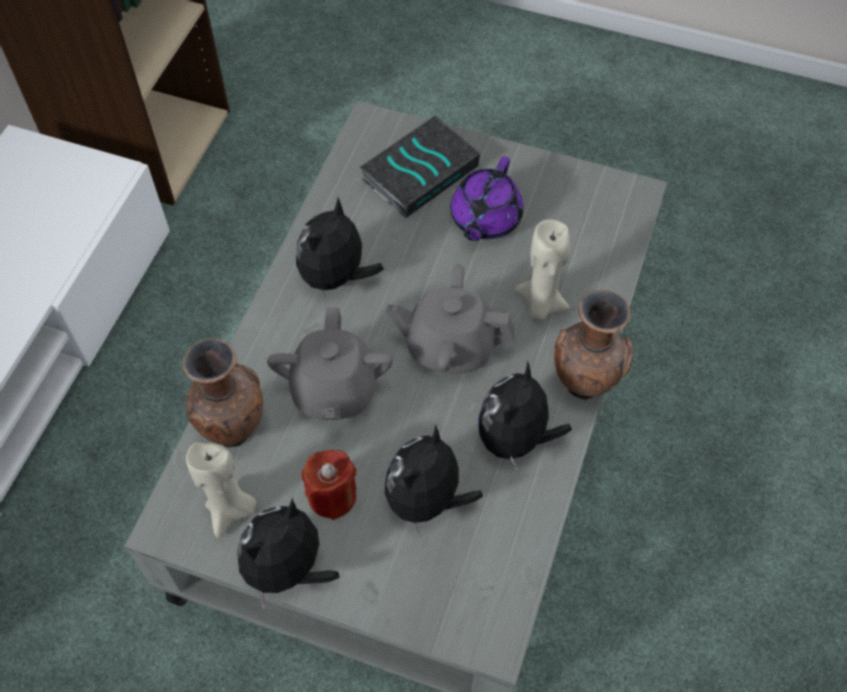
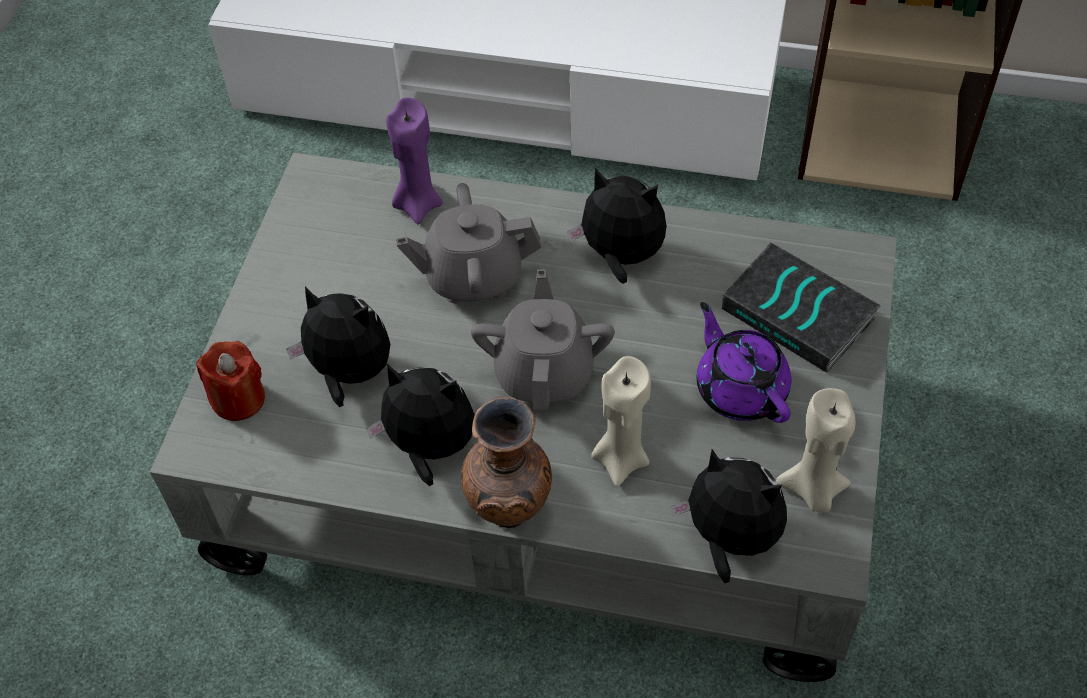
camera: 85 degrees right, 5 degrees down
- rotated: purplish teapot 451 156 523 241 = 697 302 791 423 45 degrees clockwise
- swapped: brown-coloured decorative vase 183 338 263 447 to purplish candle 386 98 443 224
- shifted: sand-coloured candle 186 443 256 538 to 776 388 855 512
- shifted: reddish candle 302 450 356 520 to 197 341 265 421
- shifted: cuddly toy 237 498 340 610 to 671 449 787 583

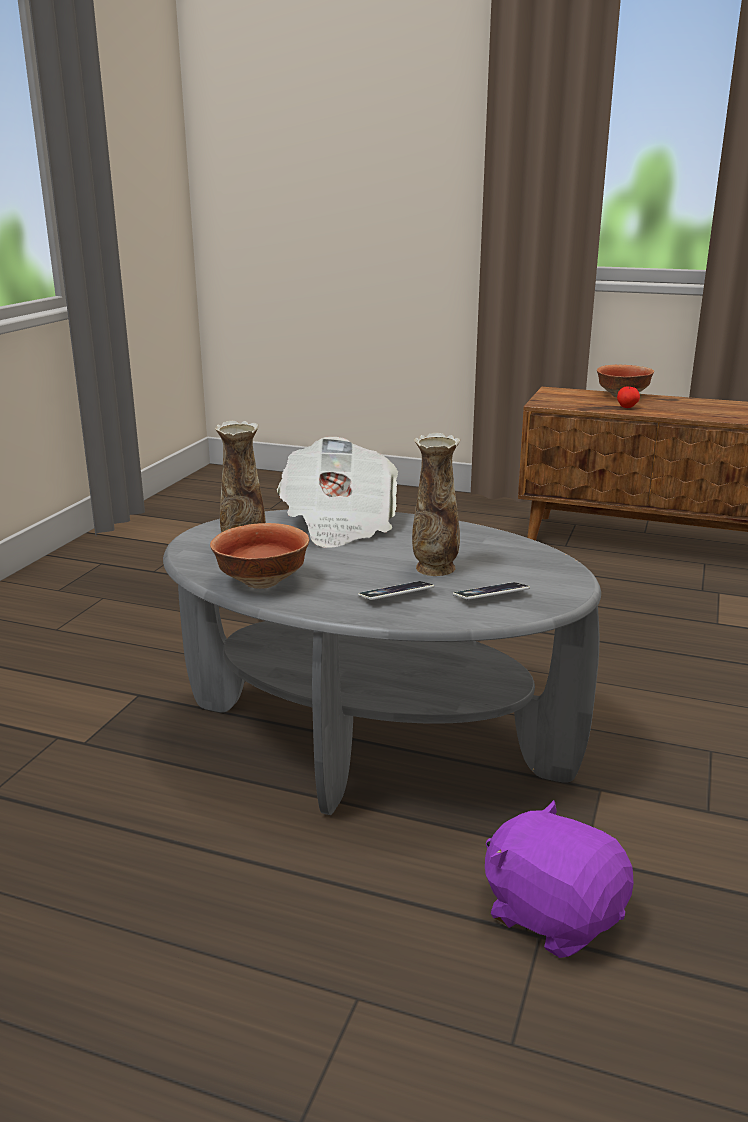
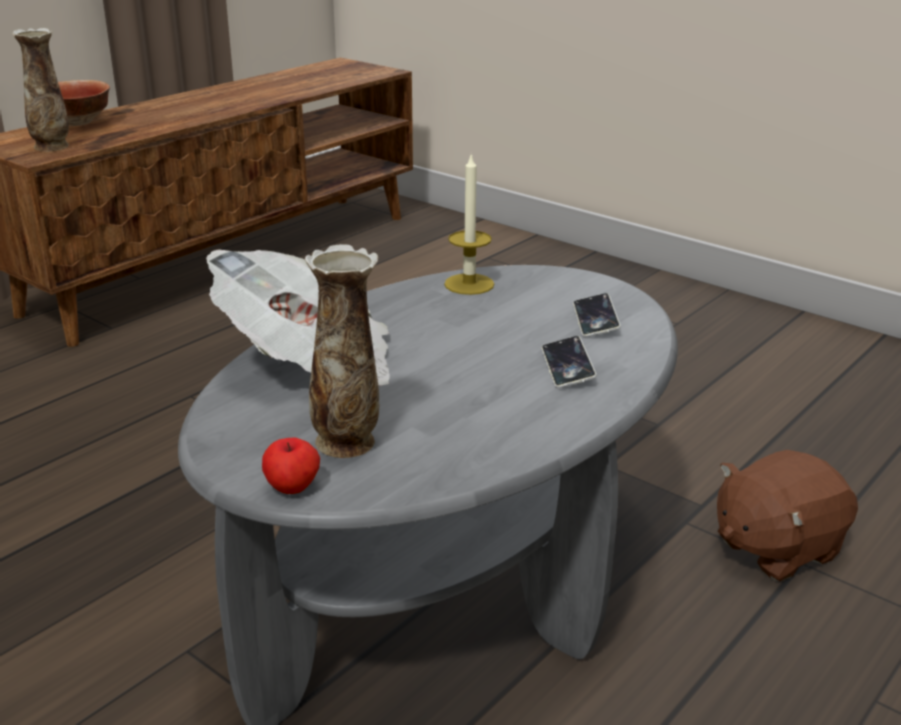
camera: 70 degrees left, 5 degrees up
- shifted: whole apple 617 386 640 408 to 262 437 320 494
- shifted: decorative vase 412 433 460 576 to 12 28 69 151
- gone: serving bowl 210 523 309 589
- repainted: purplish cuddly toy 485 800 633 958 to brown-coloured cuddly toy 717 450 858 582
- new: candle 444 154 494 295

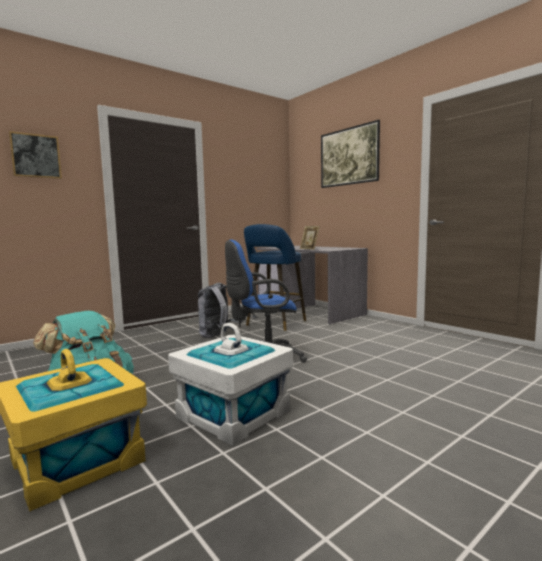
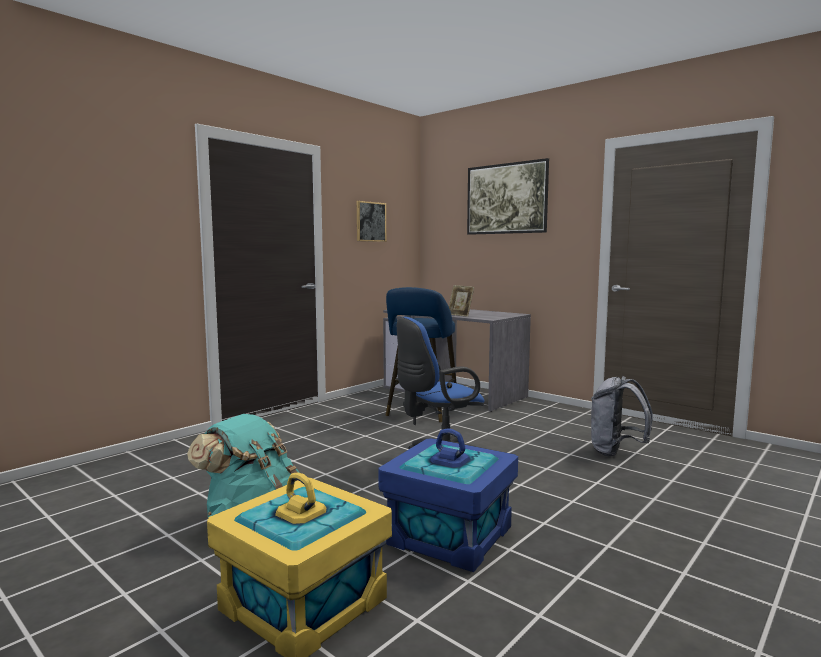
camera: 10 degrees left, 0 degrees up
- shifted: picture 9 131 62 179 to 357 201 386 242
- shifted: grey rucksack 198 283 244 338 to 591 376 653 457
- repainted: whitish storage box 168 323 293 446 to blue storage box 378 428 518 572

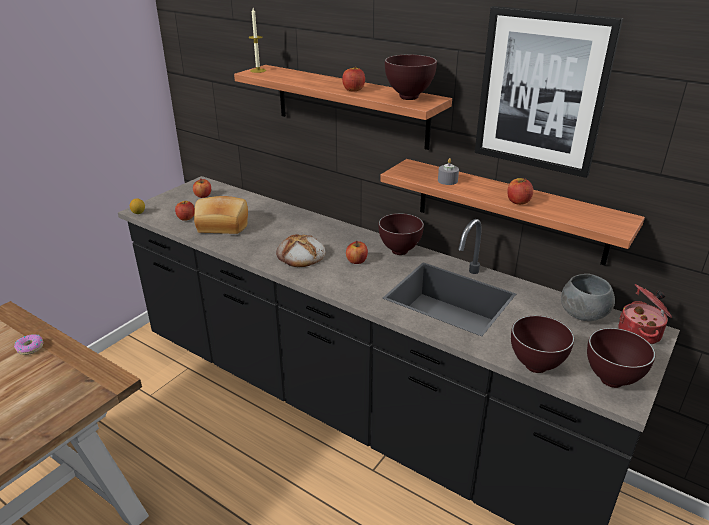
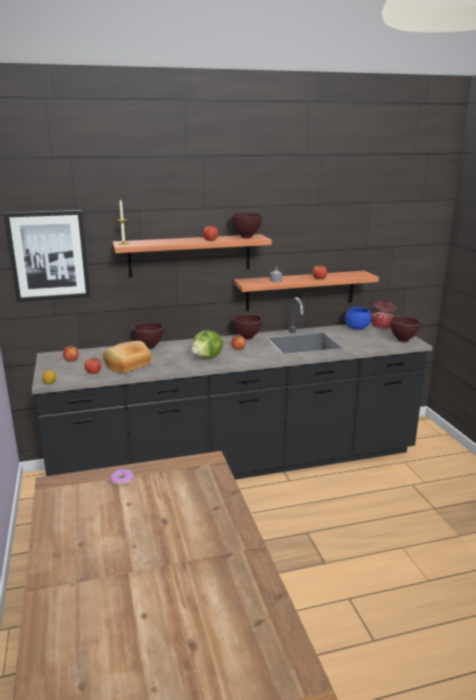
camera: 50 degrees left, 10 degrees down
- shifted: picture 475 6 623 178 to 4 210 90 302
- swapped: bakery bread 276 234 325 267 to head of lettuce 191 330 223 359
- repainted: grey serving bowl 561 274 615 321 to blue serving bowl 345 307 371 330
- shifted: brown-coloured serving bowl 511 315 574 373 to 133 322 164 349

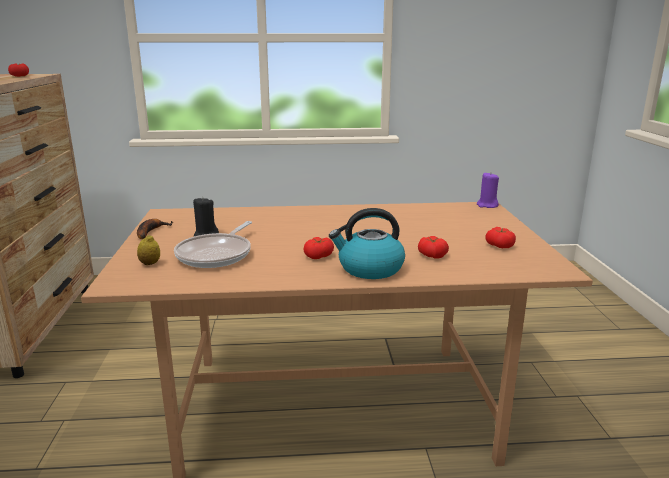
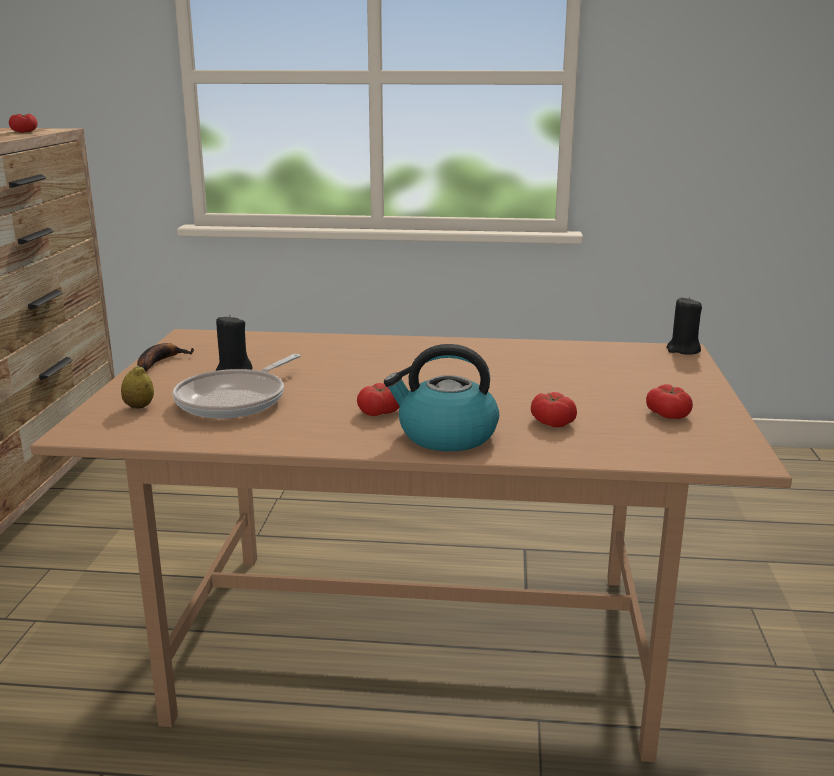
camera: 10 degrees right, 0 degrees up
- repainted: purplish candle 477 173 499 208 to black-coloured candle 666 297 702 355

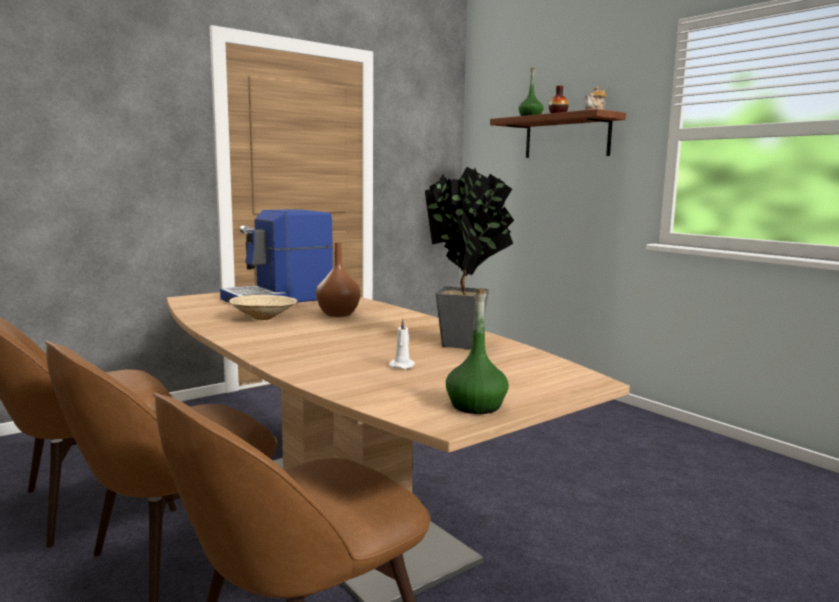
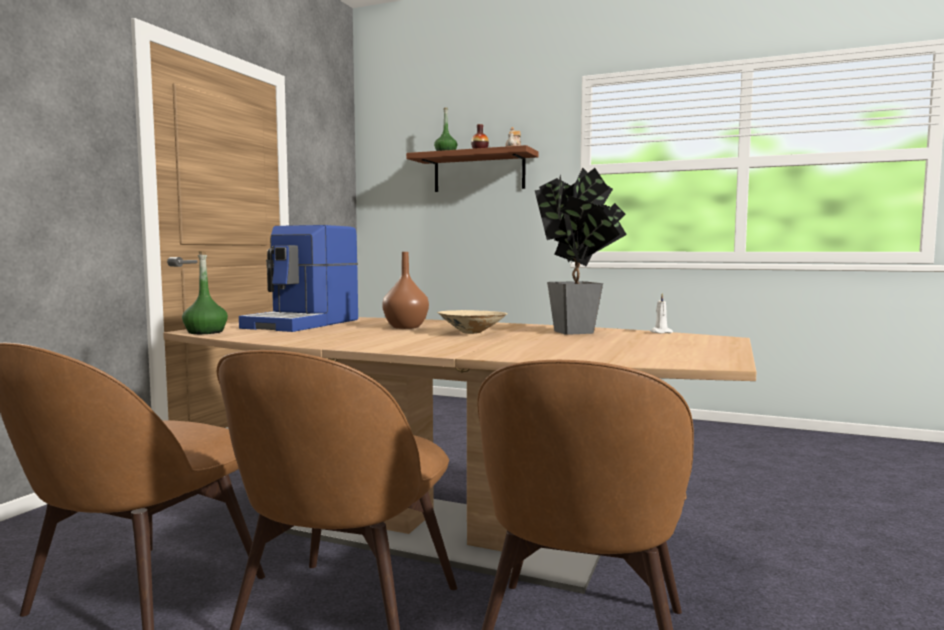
camera: 30 degrees left, 5 degrees down
- shifted: green bottle 446 288 509 414 to 182 251 228 334
- shifted: sand-coloured serving bowl 229 295 298 320 to 437 310 508 334
- shifted: whitish candle 389 319 415 369 to 650 293 673 334

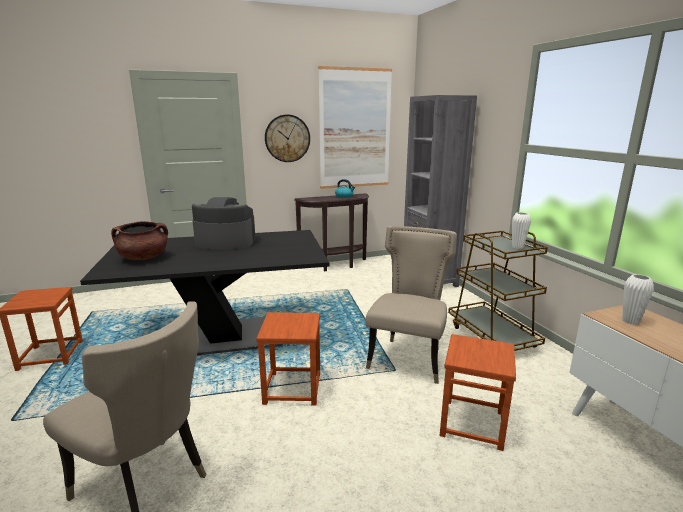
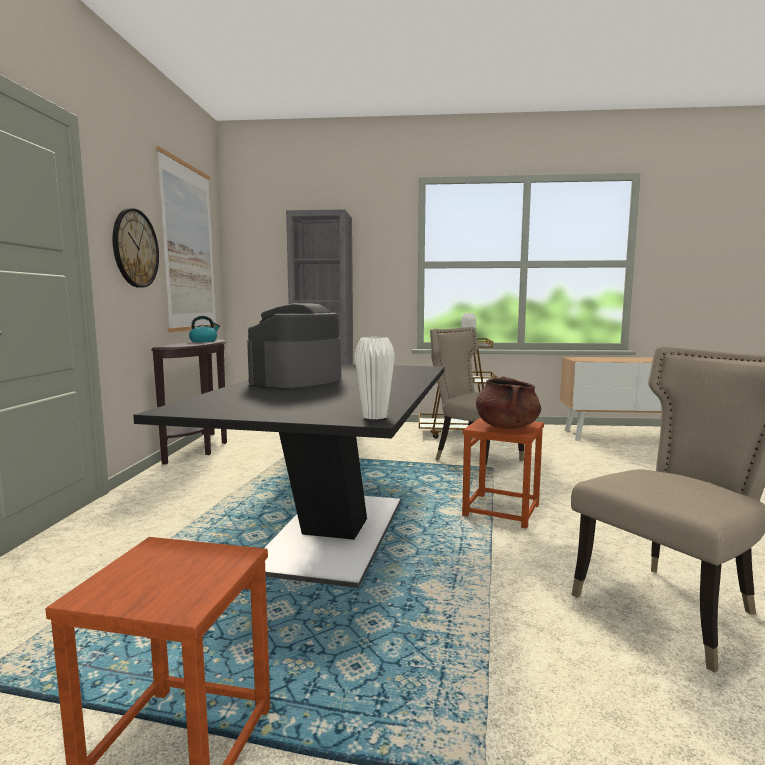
camera: 65 degrees left, 10 degrees down
- shifted: brown-coloured saucepot 111 221 168 260 to 476 376 541 429
- shifted: whitish decorative vase 622 274 654 325 to 355 337 395 419
- gone: brown-coloured stool seat 440 334 516 451

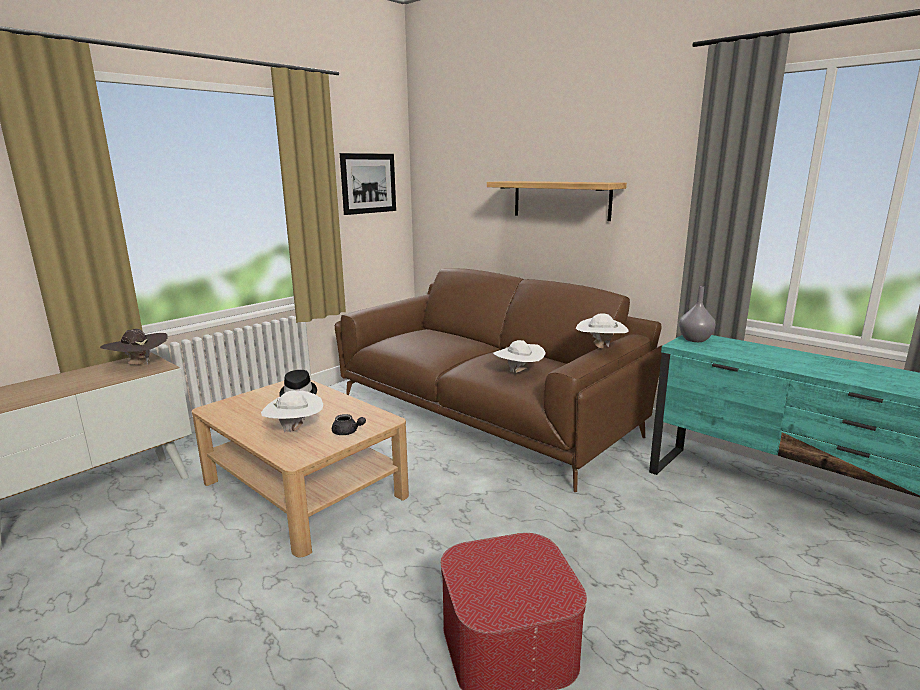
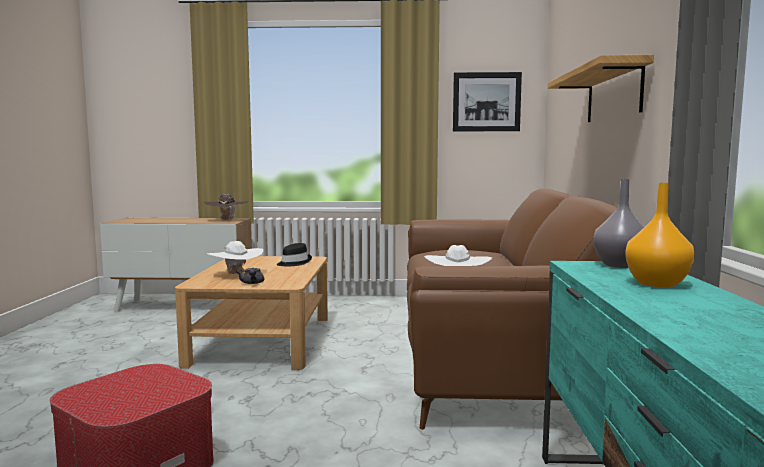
camera: 50 degrees right, 10 degrees down
- gone: whitish clothing hat 576 314 629 348
- new: orange decorative vase 625 183 695 287

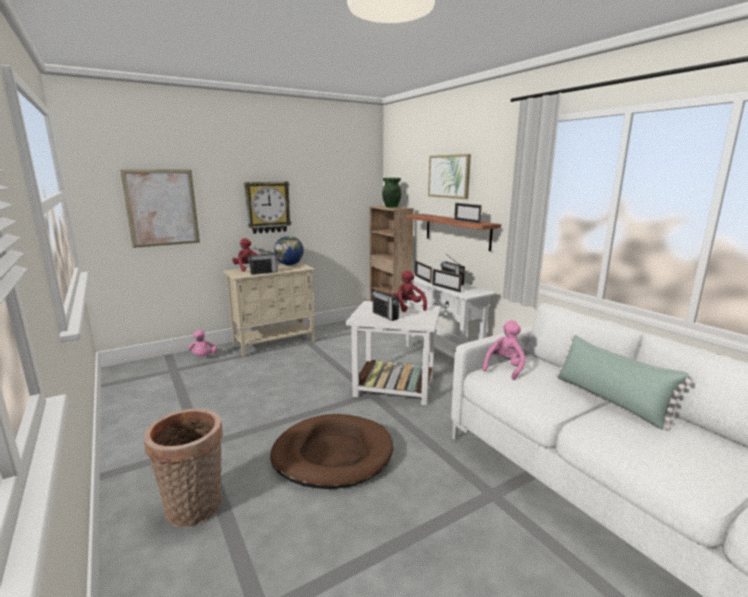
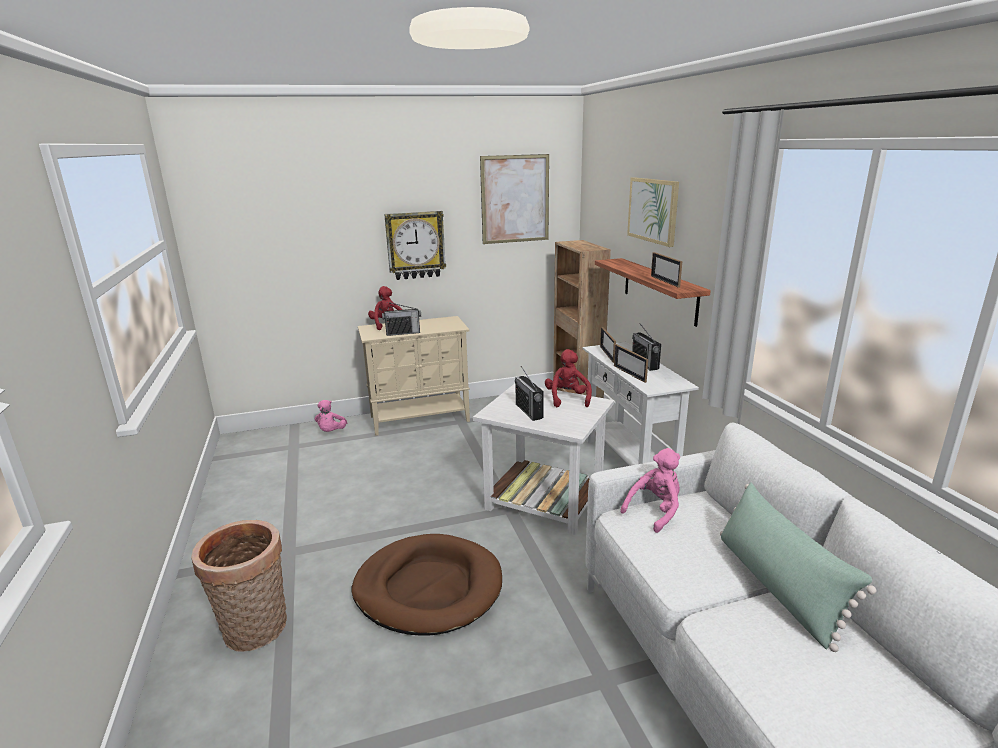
camera: 15 degrees right, 5 degrees up
- shifted: picture 120 170 200 248 to 480 154 549 244
- gone: green decorative vase 382 178 402 207
- gone: globe 274 236 304 265

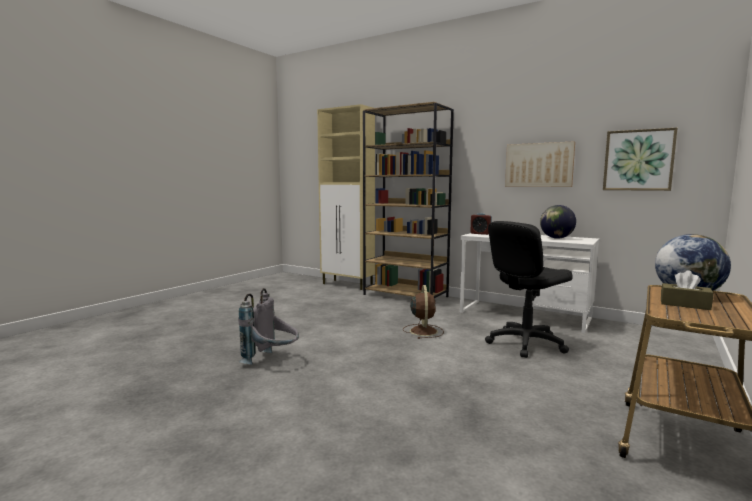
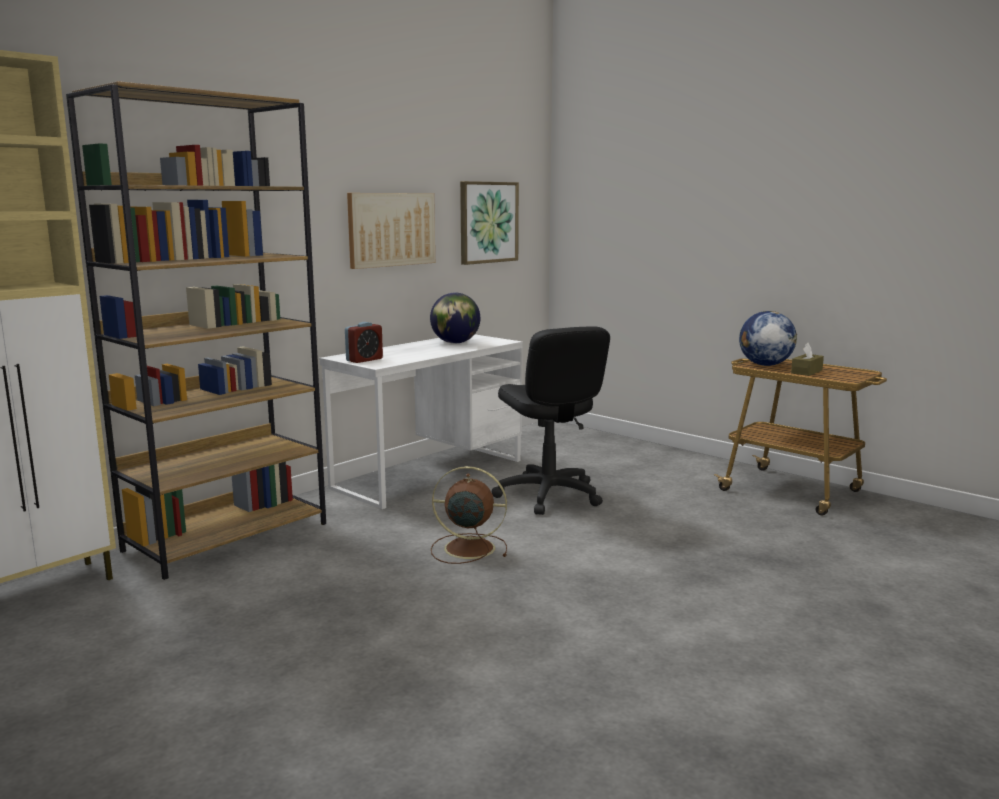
camera: 80 degrees left, 5 degrees up
- gone: grey rucksack 238 288 299 365

